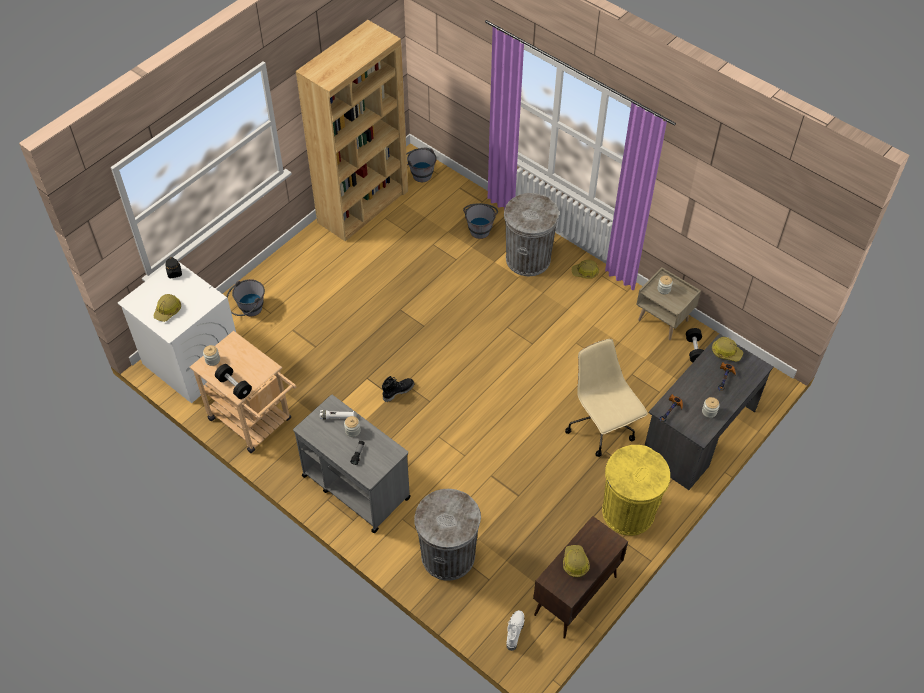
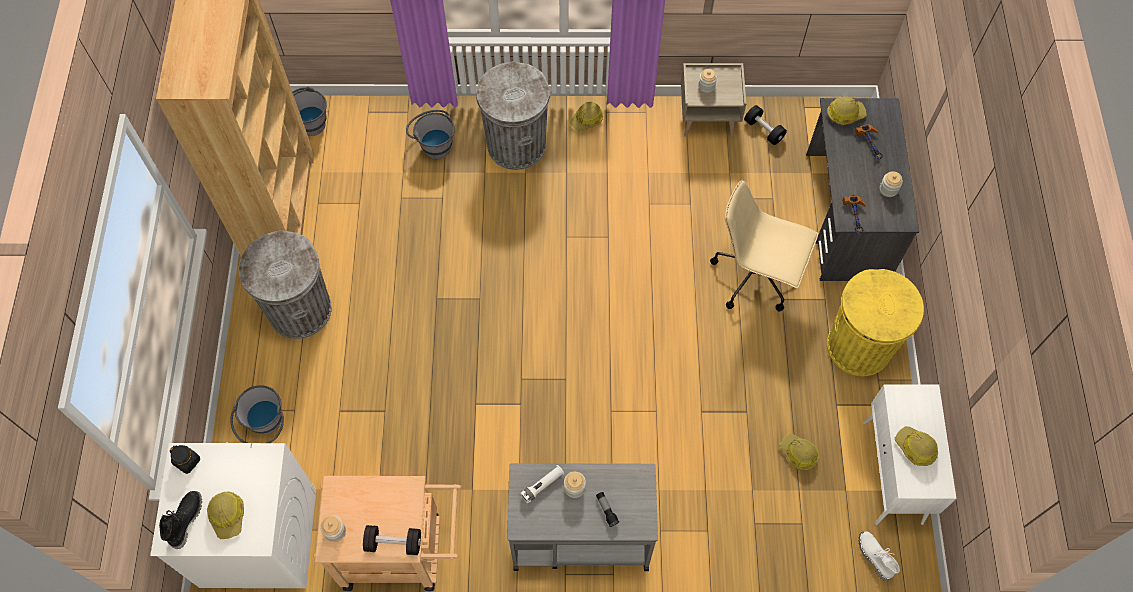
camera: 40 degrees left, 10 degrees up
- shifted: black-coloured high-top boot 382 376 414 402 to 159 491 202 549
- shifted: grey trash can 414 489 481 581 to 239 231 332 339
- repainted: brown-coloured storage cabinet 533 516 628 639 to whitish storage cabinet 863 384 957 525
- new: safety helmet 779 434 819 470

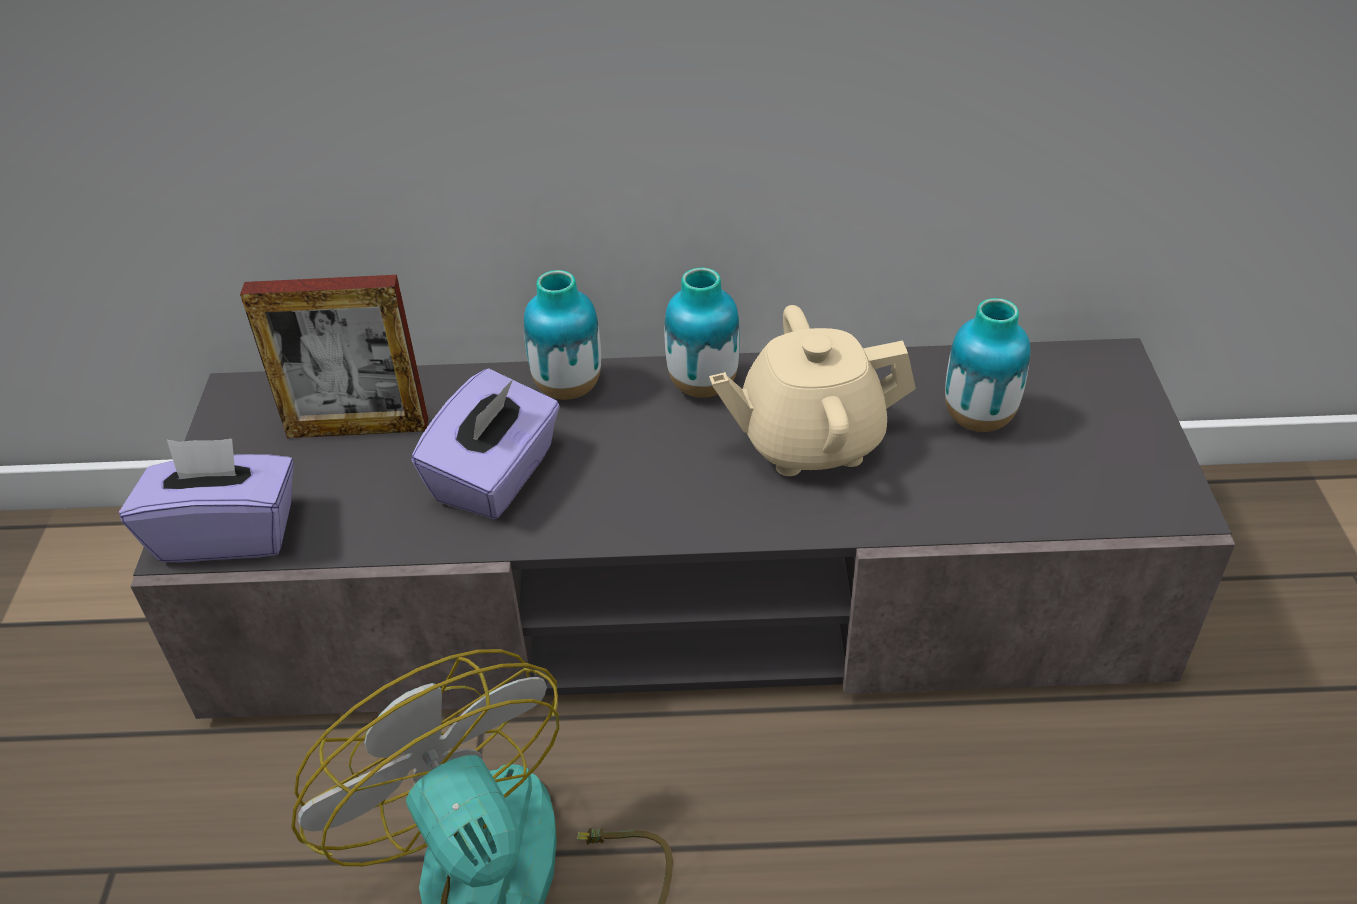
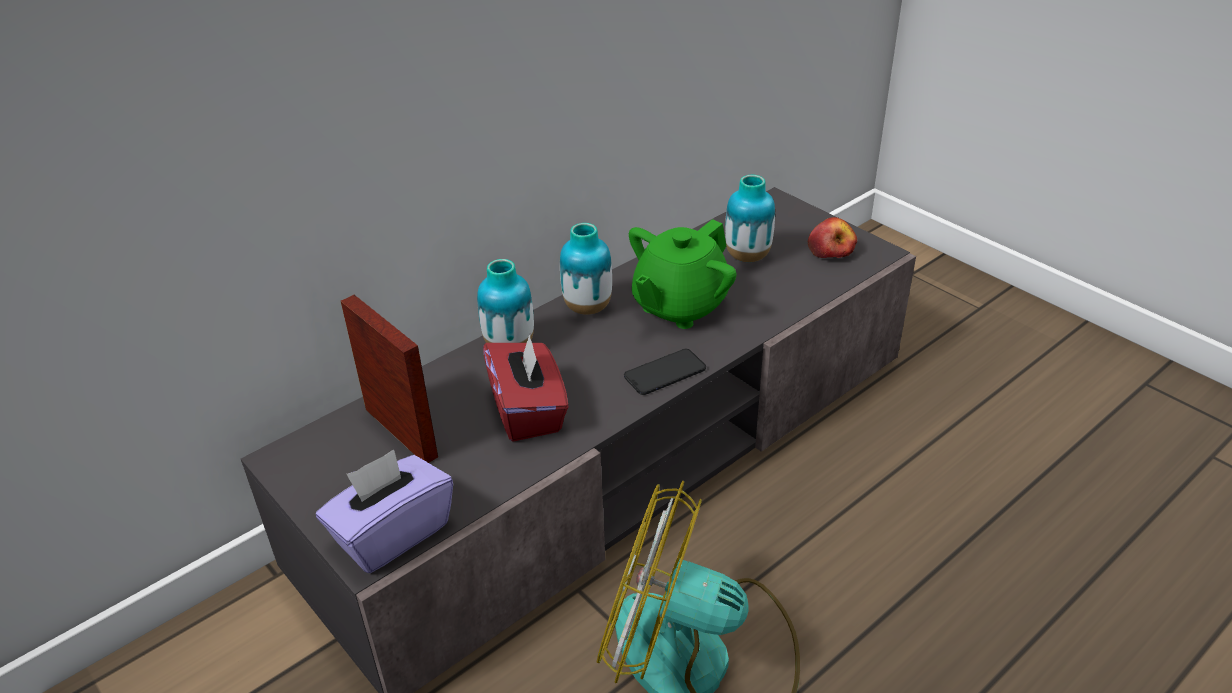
camera: 40 degrees left, 5 degrees down
- rotated: picture frame 240 275 428 438 = 341 295 438 463 90 degrees counterclockwise
- repainted: sand-coloured teapot 709 305 916 476 to green teapot 629 219 737 329
- repainted: purplish tissue holder 411 368 560 519 to reddish tissue holder 483 334 569 442
- new: whole apple 808 217 857 258
- new: phone 624 349 706 395

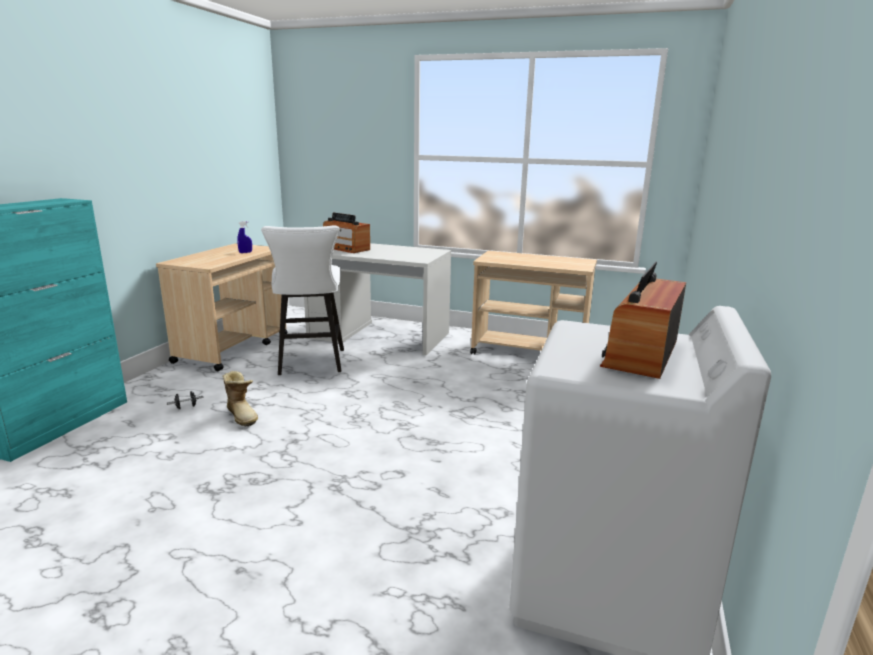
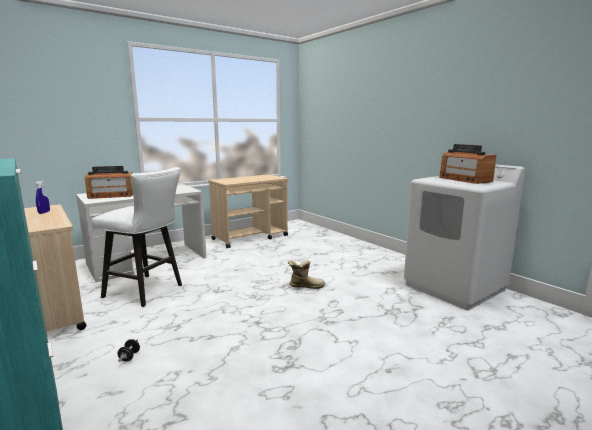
camera: 55 degrees left, 5 degrees down
- shifted: high-top boot 222 371 258 427 to 288 260 325 289

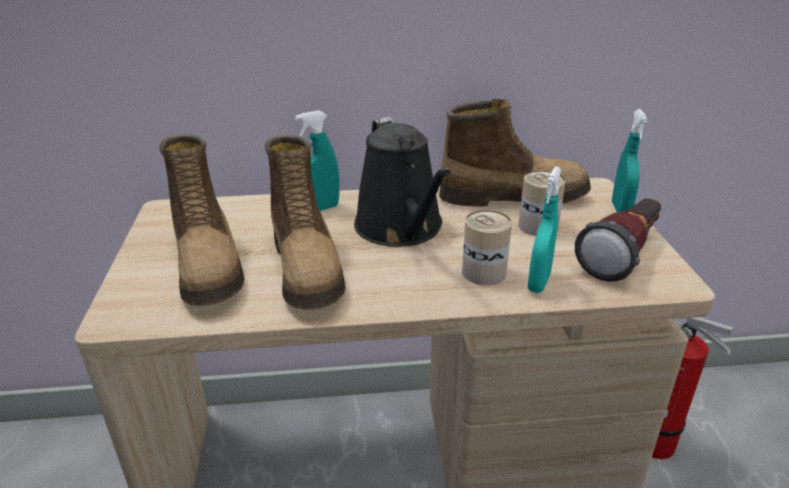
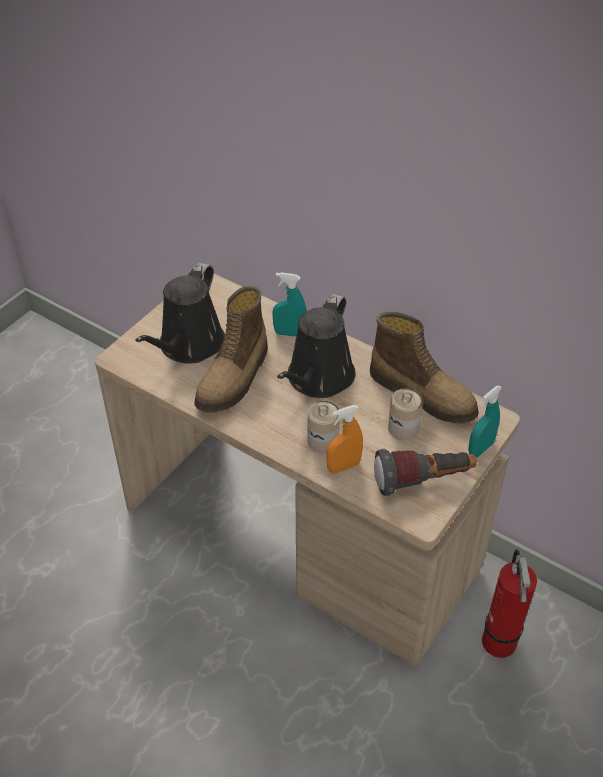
camera: 40 degrees right, 15 degrees up
- swapped: high-top boot 159 134 244 306 to black-coloured watering can 135 263 225 364
- repainted: turquoise-coloured hand sprayer 528 167 561 293 to orange hand sprayer 326 405 363 473

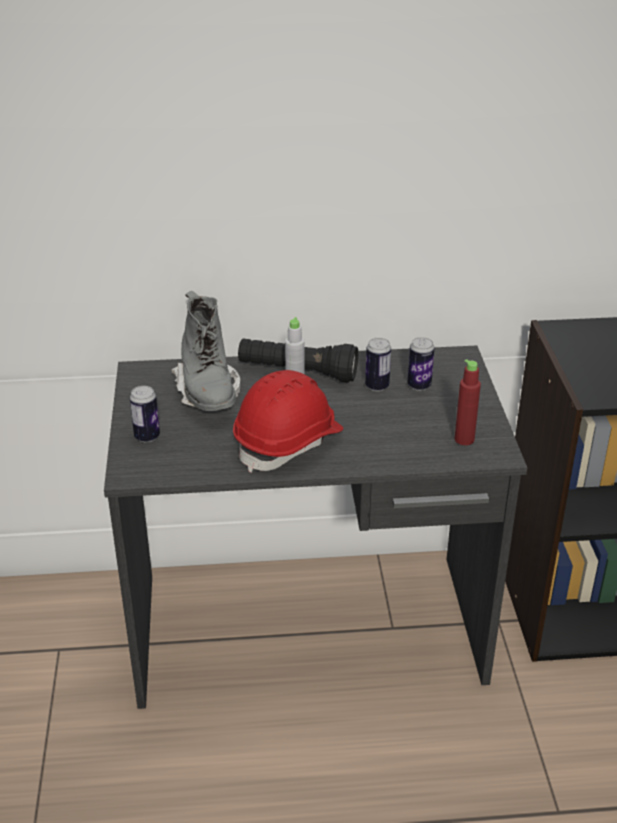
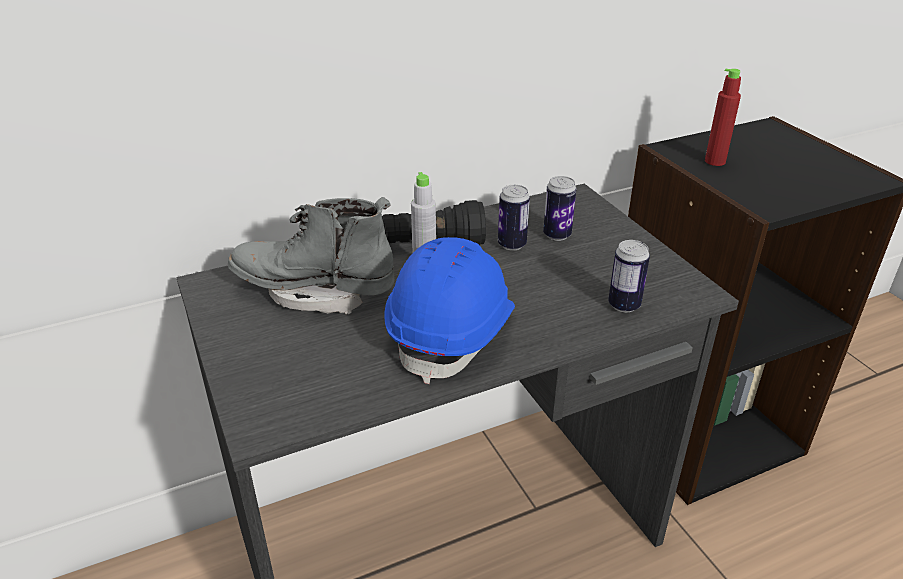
camera: 20 degrees left, 0 degrees up
- rotated: grey high-top boot 171 291 240 411 = 228 197 395 314 135 degrees clockwise
- shifted: reddish bottle 455 359 481 445 to 705 68 741 166
- repainted: reddish safety helmet 233 370 343 473 to blue safety helmet 384 237 515 384
- shifted: sealed can 130 386 160 442 to 608 240 650 313

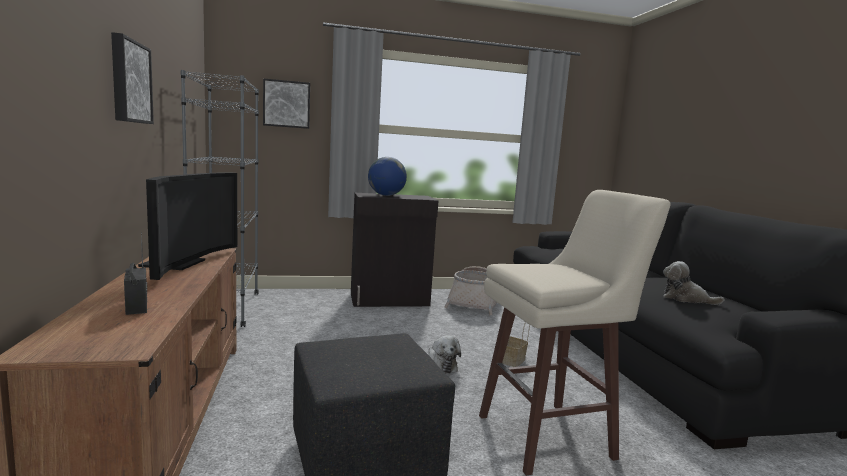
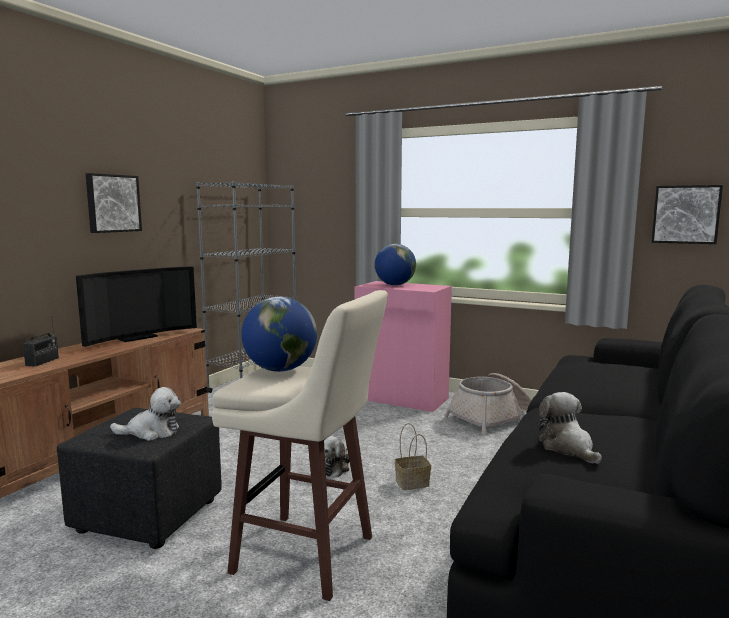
camera: 40 degrees right, 0 degrees up
- shifted: picture 263 78 310 129 to 651 185 723 244
- repainted: black-coloured storage cabinet 351 193 438 307 to pinkish storage cabinet 354 281 452 412
- new: globe 241 297 317 372
- new: cuddly toy 110 387 181 441

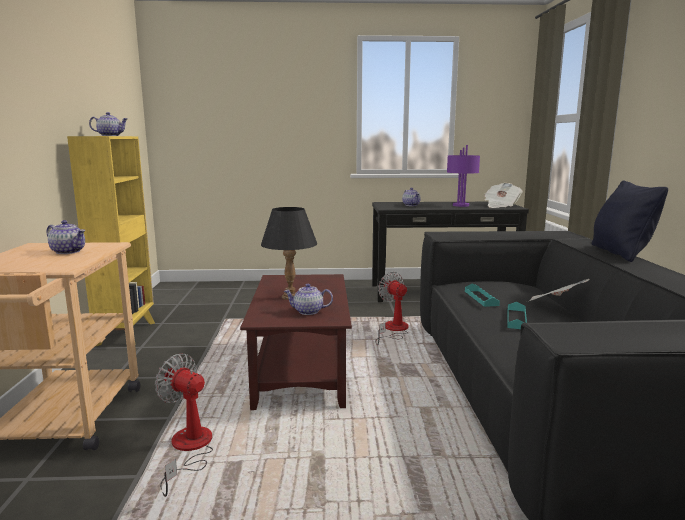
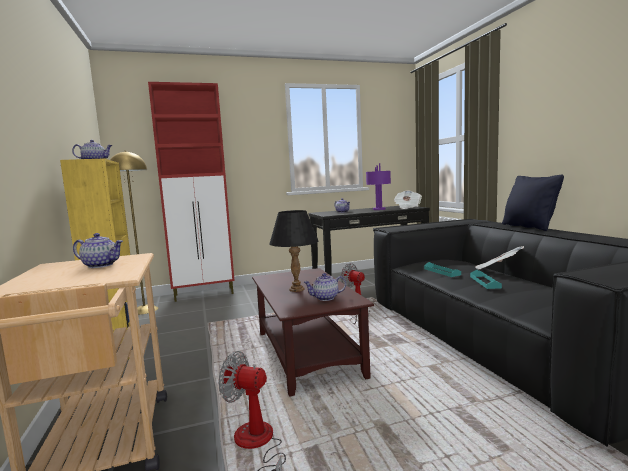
camera: 15 degrees left, 5 degrees down
- new: reddish storage cabinet 148 82 235 302
- new: yellow standard lamp 110 151 158 315

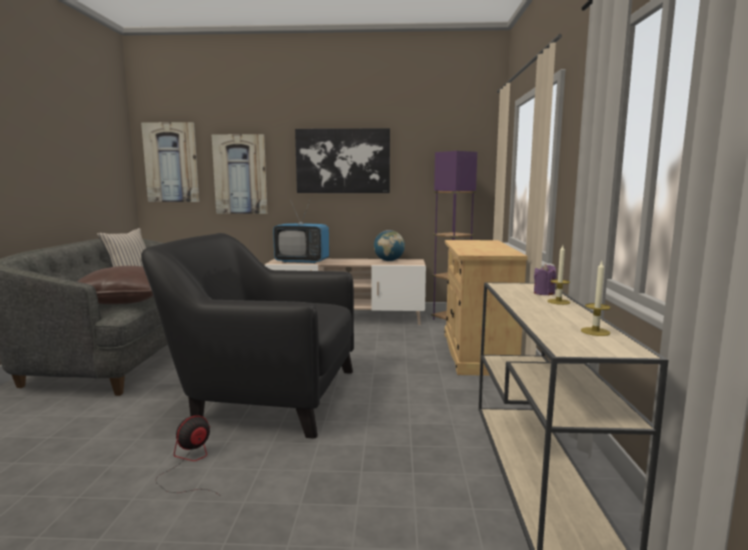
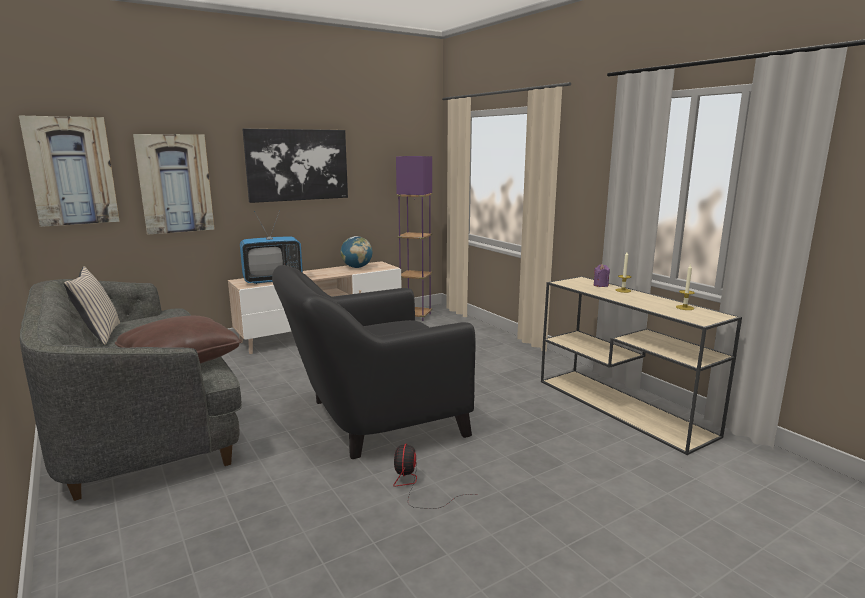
camera: 35 degrees left, 5 degrees up
- gone: sand-coloured storage cabinet 444 240 528 376

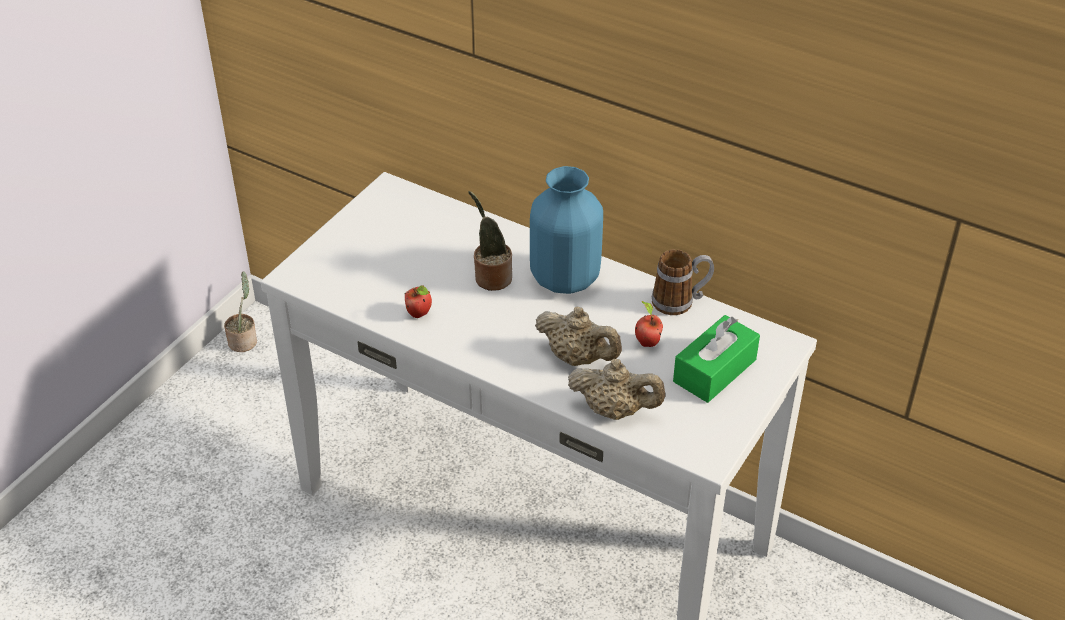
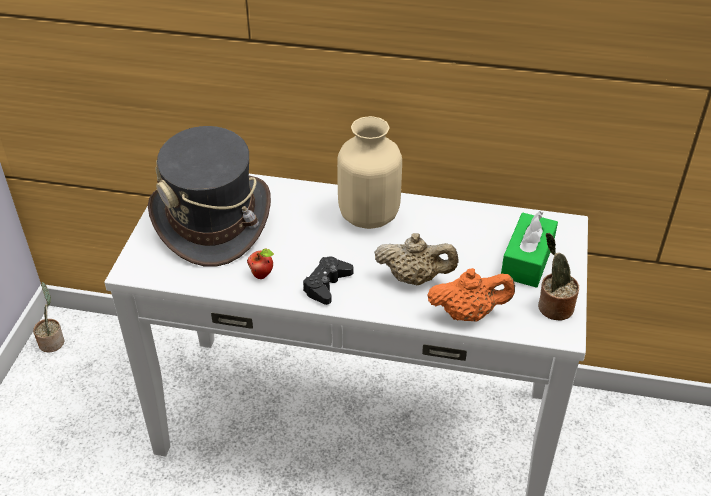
camera: 20 degrees left, 0 degrees up
- repainted: blue decorative vase 530 166 603 294 to sand-coloured decorative vase 337 116 402 229
- shifted: houseplant 468 191 512 291 to 538 233 579 321
- gone: tea mug 652 249 714 315
- gone: whole apple 635 301 663 347
- repainted: sand-coloured teapot 568 359 666 420 to orange teapot 427 268 515 322
- new: grey clothing hat 148 126 271 267
- new: black-coloured joypad 303 257 353 305

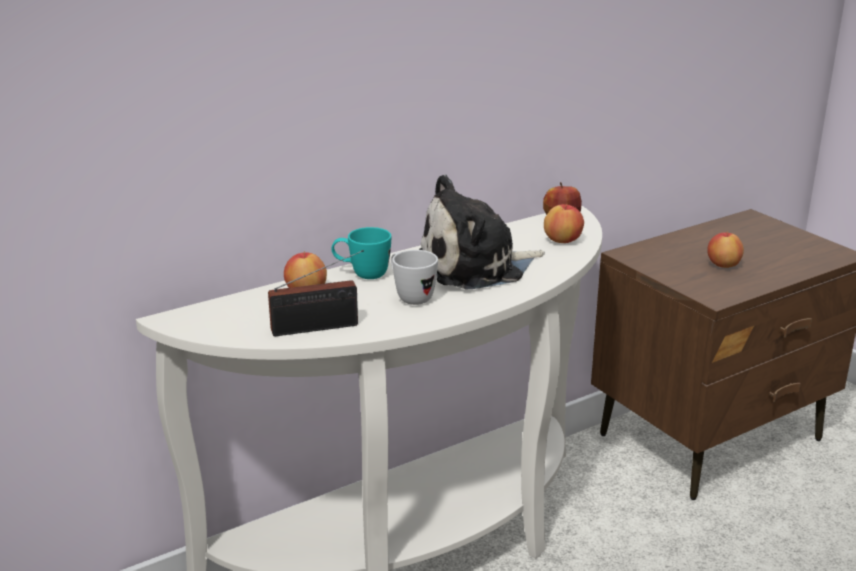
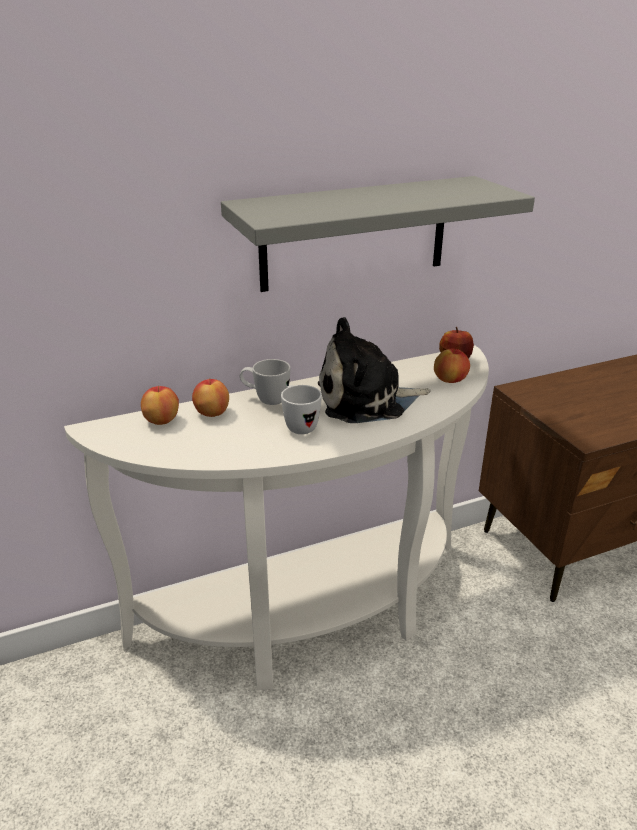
camera: 10 degrees right, 5 degrees up
- repainted: turquoise-coloured tea mug 331 227 391 279 to whitish tea mug 240 359 290 405
- shifted: whole apple 707 231 744 268 to 141 385 179 425
- gone: radio set 268 250 364 336
- new: grey bracket shelf 221 176 535 292

